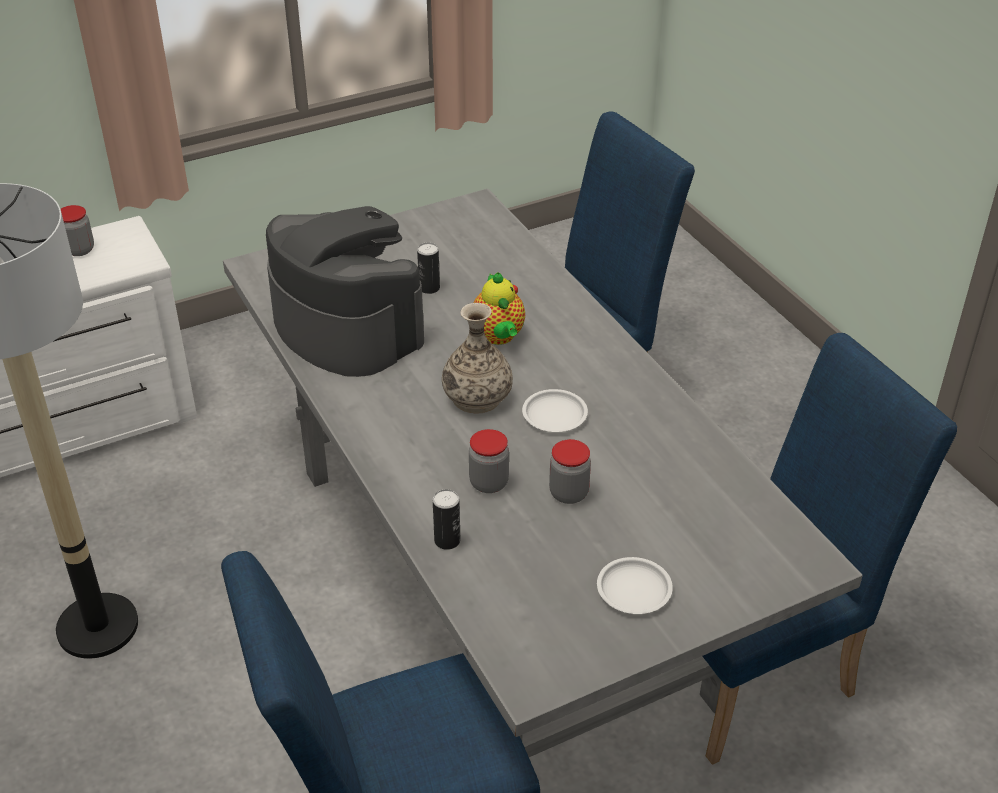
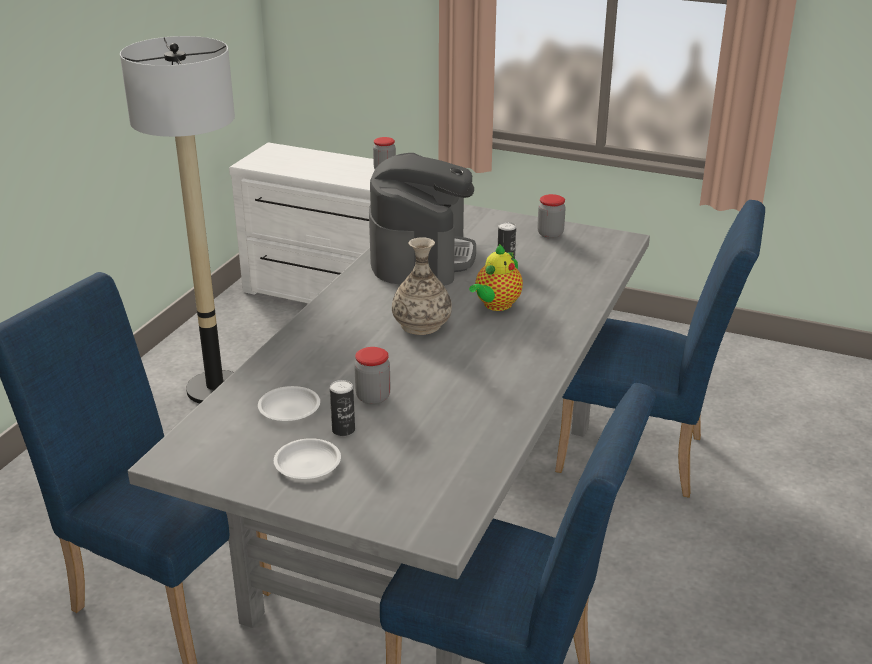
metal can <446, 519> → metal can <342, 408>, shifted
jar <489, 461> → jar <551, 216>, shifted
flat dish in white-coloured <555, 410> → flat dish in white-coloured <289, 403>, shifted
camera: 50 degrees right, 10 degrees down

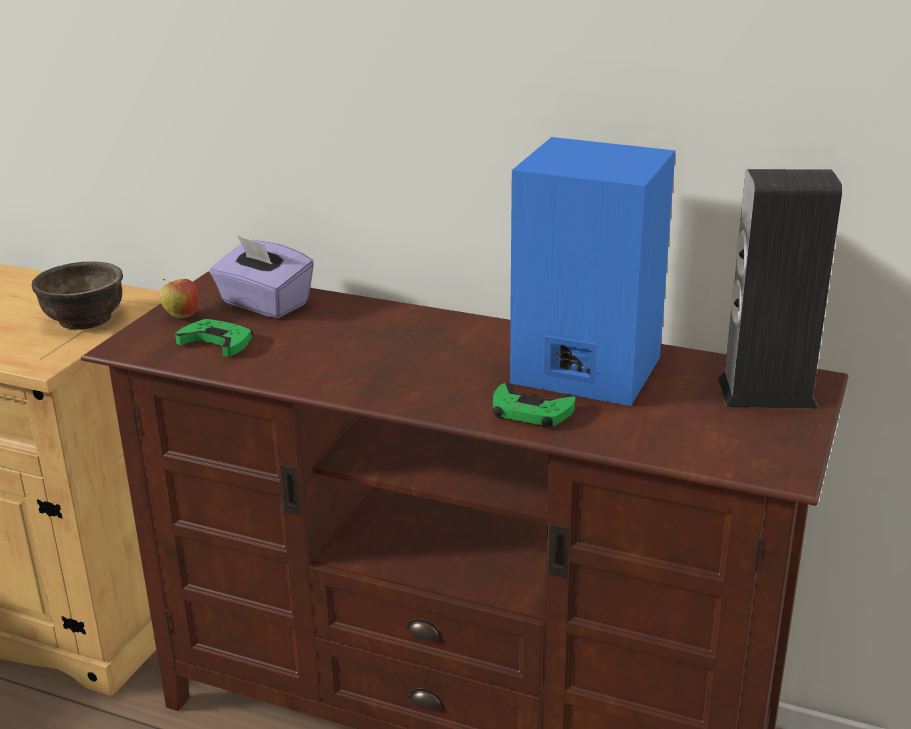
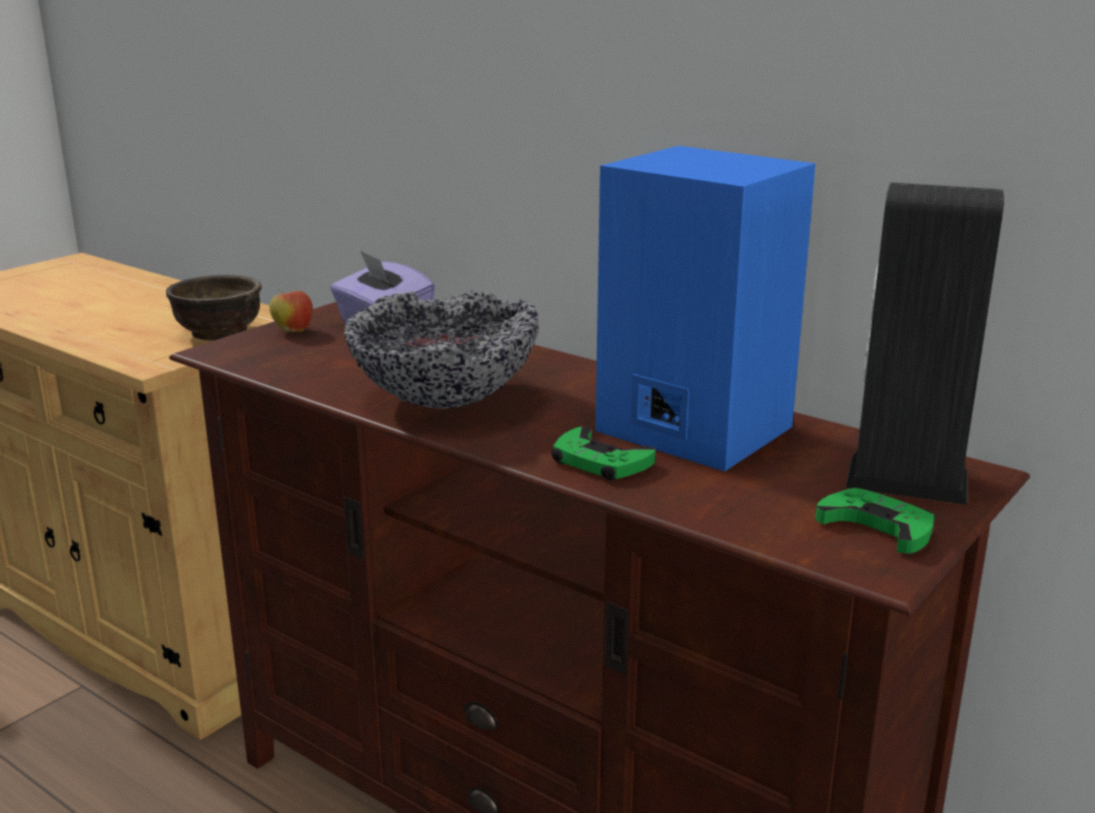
- → bowl <441, 349>
gamepad in green-coloured <214, 337> → gamepad in green-coloured <875, 521>, shifted
camera: 15 degrees right, 5 degrees down

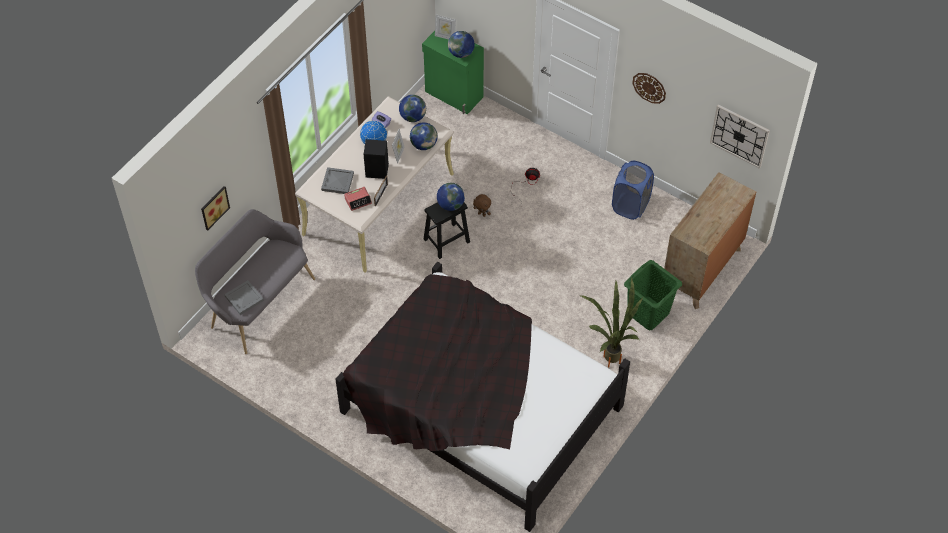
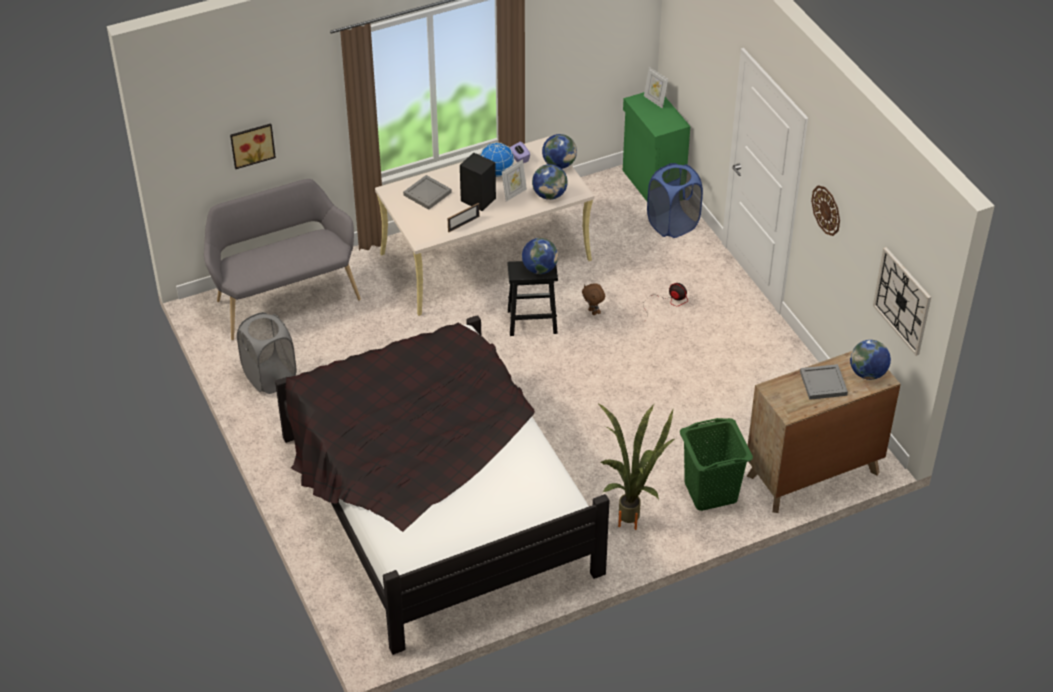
alarm clock <358, 199> → -
- → hamper in grey <266, 353>
tray in grey <244, 297> → tray in grey <824, 382>, shifted
desk globe <461, 44> → desk globe <870, 360>, shifted
hamper in bluish <633, 190> → hamper in bluish <675, 200>, shifted
camera: 30 degrees right, 10 degrees down

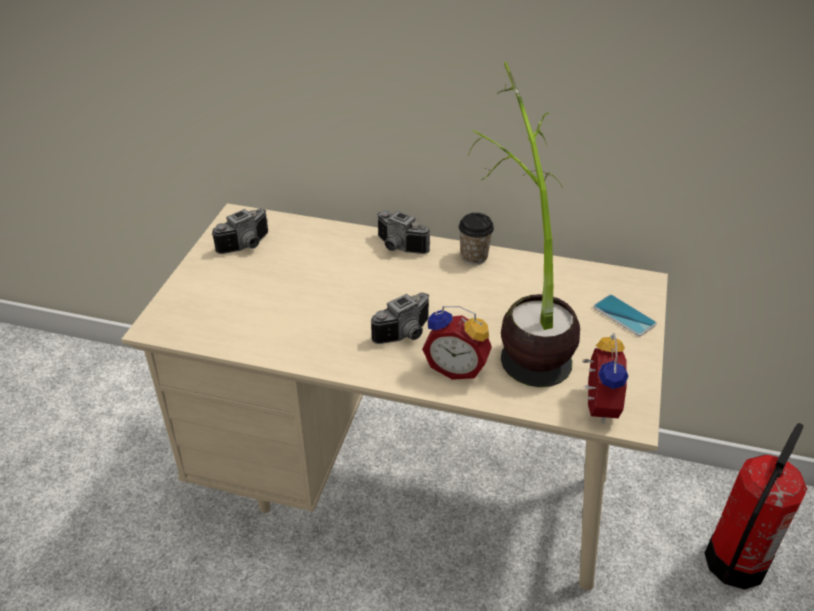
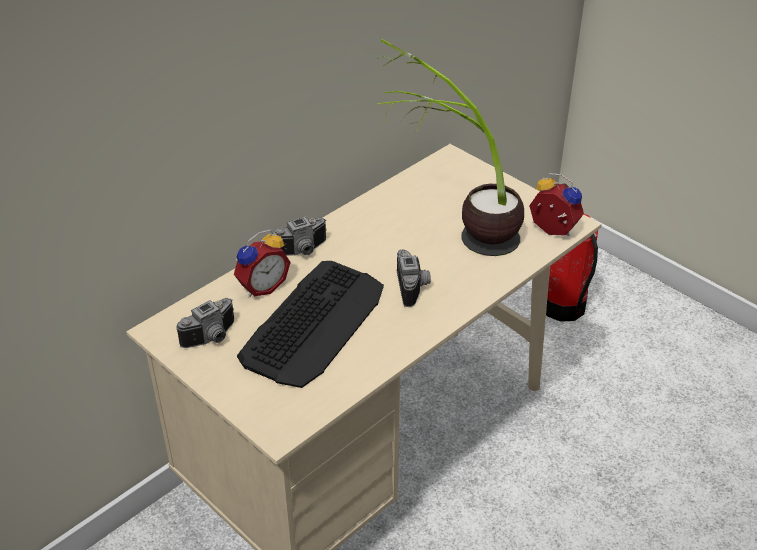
cup <476, 239> → -
handset <625, 315> → -
- → PC keyboard <310, 324>
alarm clock <457, 343> → alarm clock <262, 263>, shifted
photo camera <240, 231> → photo camera <205, 323>, 60 degrees clockwise
camera: 60 degrees left, 0 degrees up

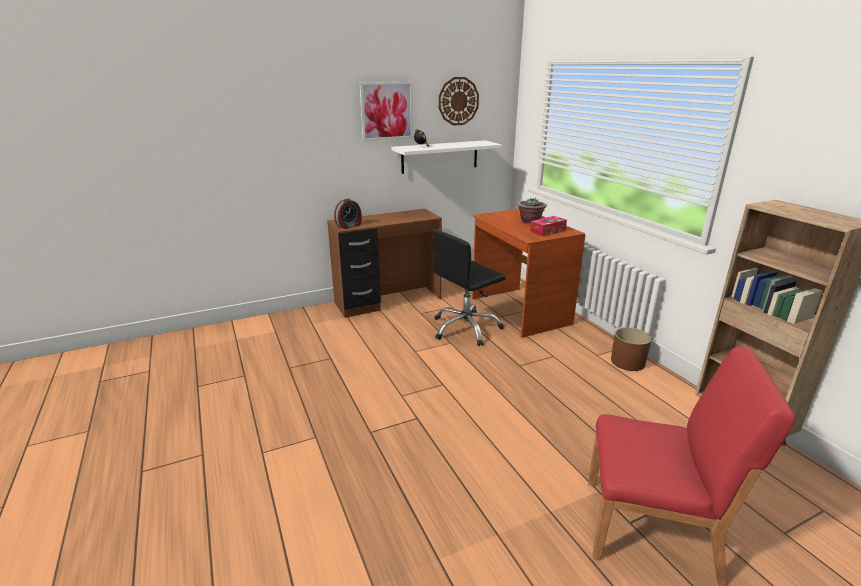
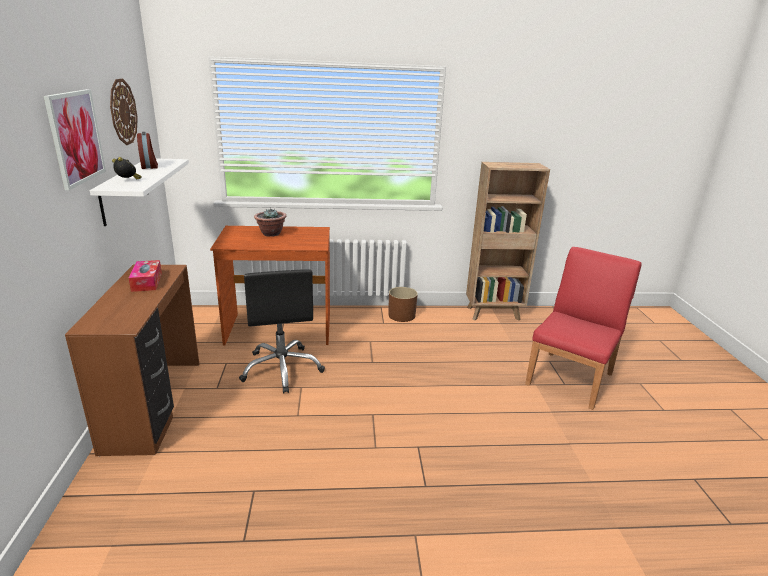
alarm clock <348, 214> → alarm clock <147, 150>, shifted
tissue box <548, 226> → tissue box <145, 276>, shifted
camera: 70 degrees left, 0 degrees up

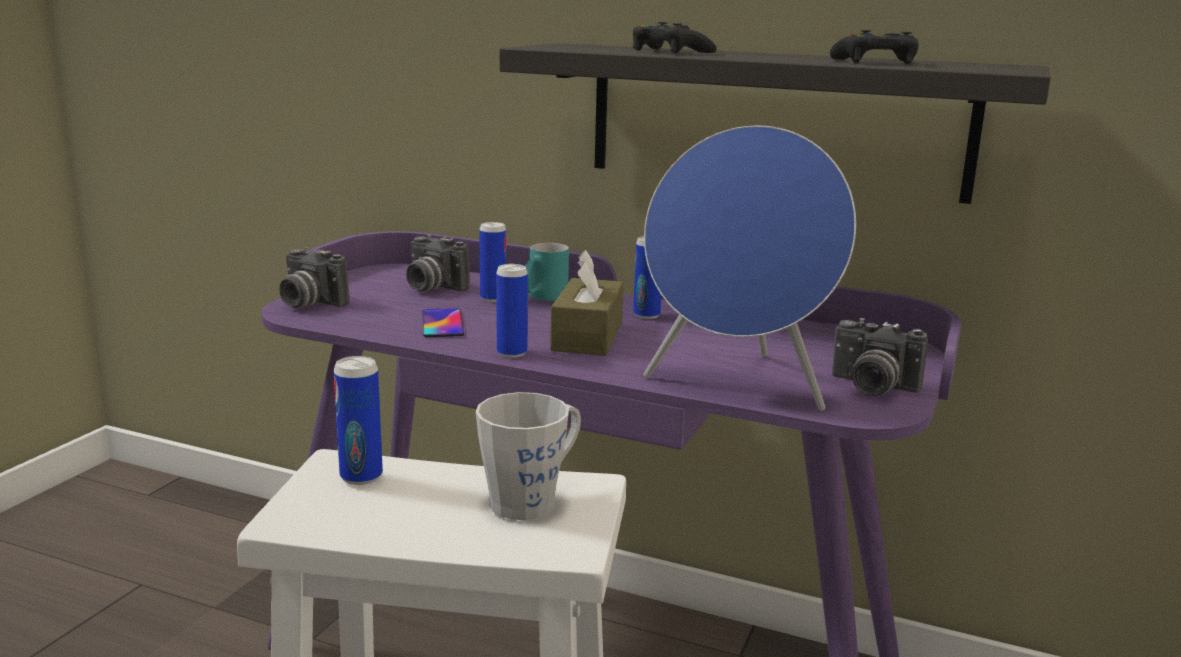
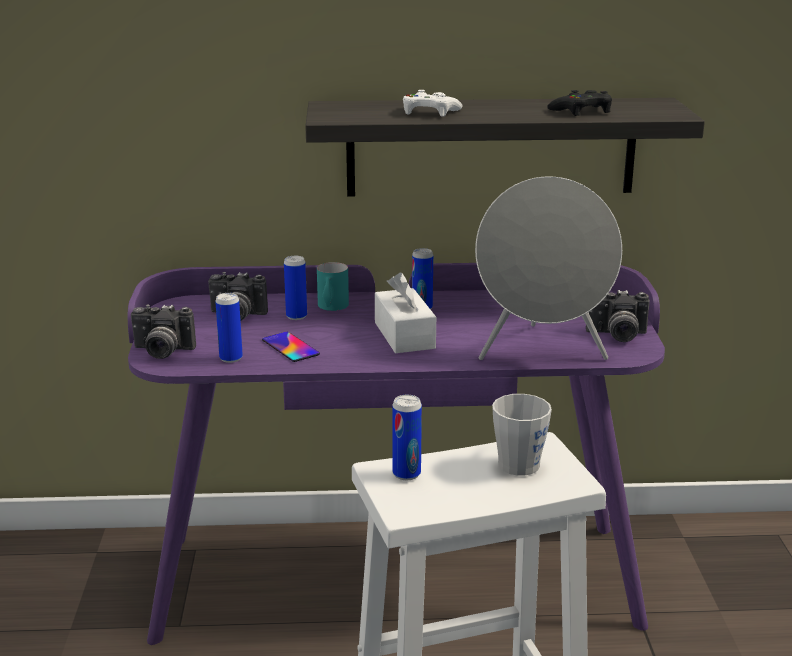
metal can <512, 311> → metal can <229, 328>, shifted
tissue box in brown-coloured <587, 303> → tissue box in white-coloured <405, 312>
gamepad in black <675, 37> → gamepad in white-coloured <433, 103>
speaker in bluish <750, 268> → speaker in grey <548, 268>
camera: 25 degrees left, 5 degrees up

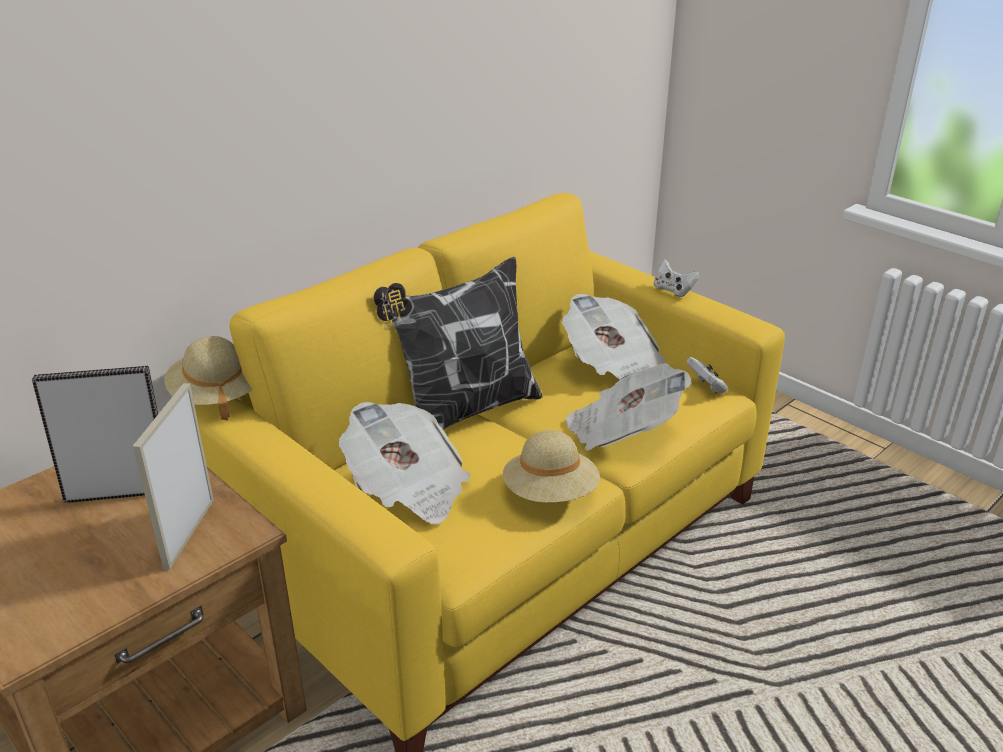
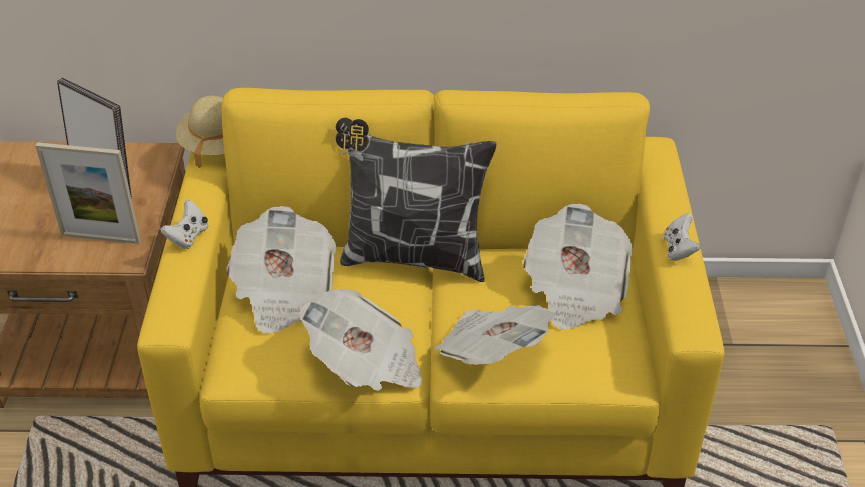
gamepad in white-coloured <707, 375> → gamepad in white-coloured <184, 224>, shifted
hat in sand-coloured <551, 466> → newspaper <361, 340>
picture frame <173, 476> → picture frame <88, 193>, 135 degrees counterclockwise
camera: 45 degrees right, 10 degrees up

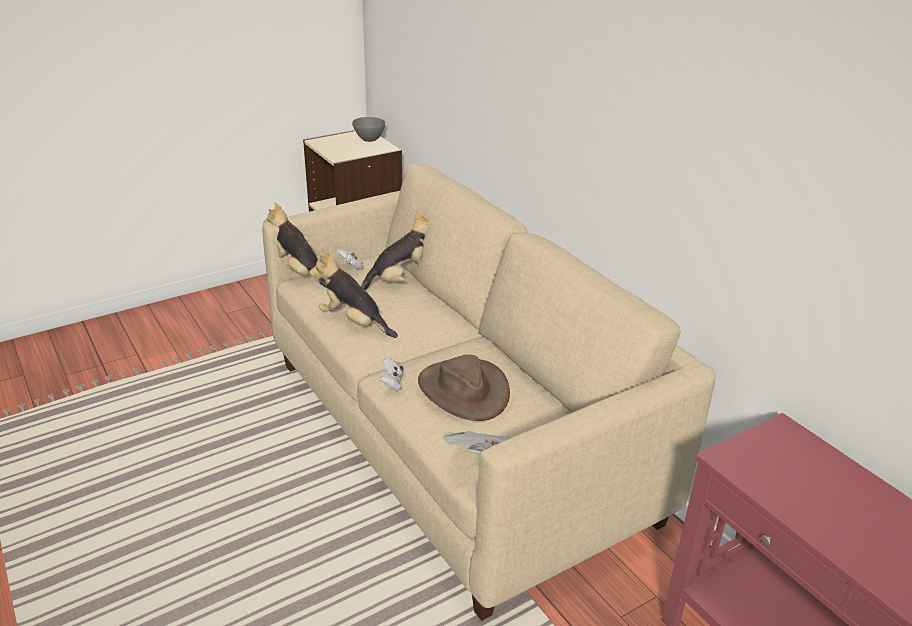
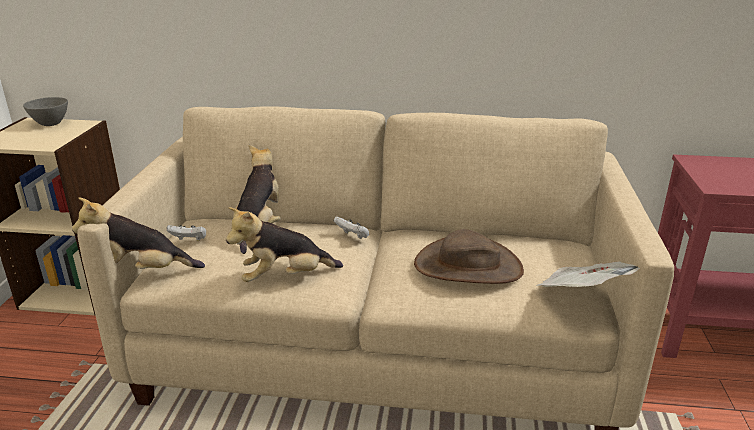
gamepad in white-coloured <391, 374> → gamepad in white-coloured <351, 227>, shifted
camera: 50 degrees left, 5 degrees down

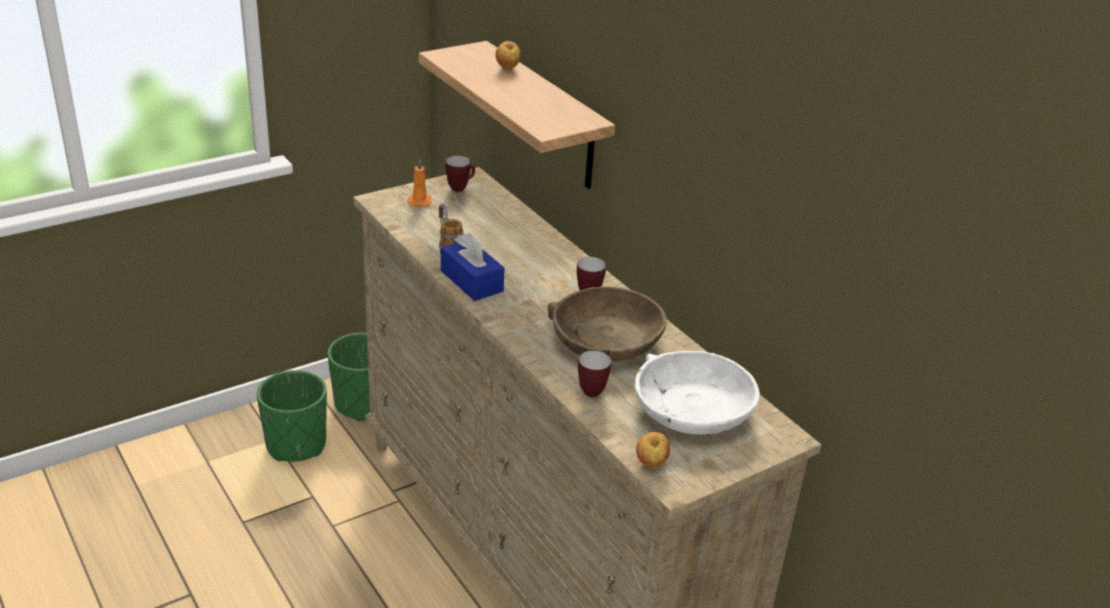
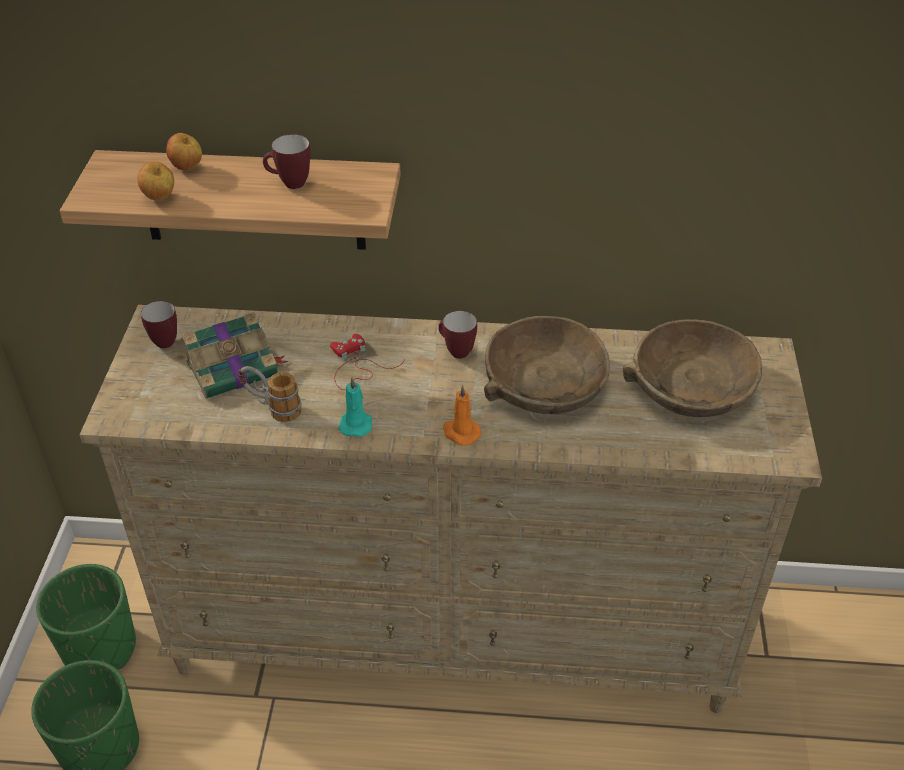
- → book <235, 355>
- → gamepad in red <367, 362>
wax candle in orange-coloured <419, 183> → wax candle in orange-coloured <462, 415>, shifted
mug <594, 374> → mug <287, 161>, shifted
apple <653, 449> → apple <156, 180>, shifted
tissue box in bluish <473, 267> → wax candle in turquoise-coloured <355, 407>
bowl in white-coloured <697, 393> → bowl in brown-coloured <692, 368>
camera: 50 degrees left, 10 degrees up

